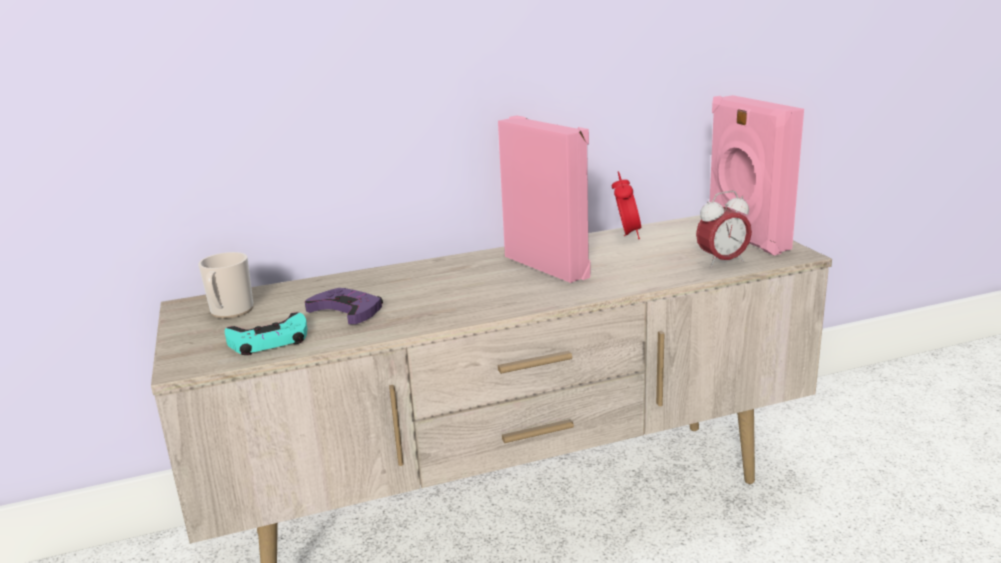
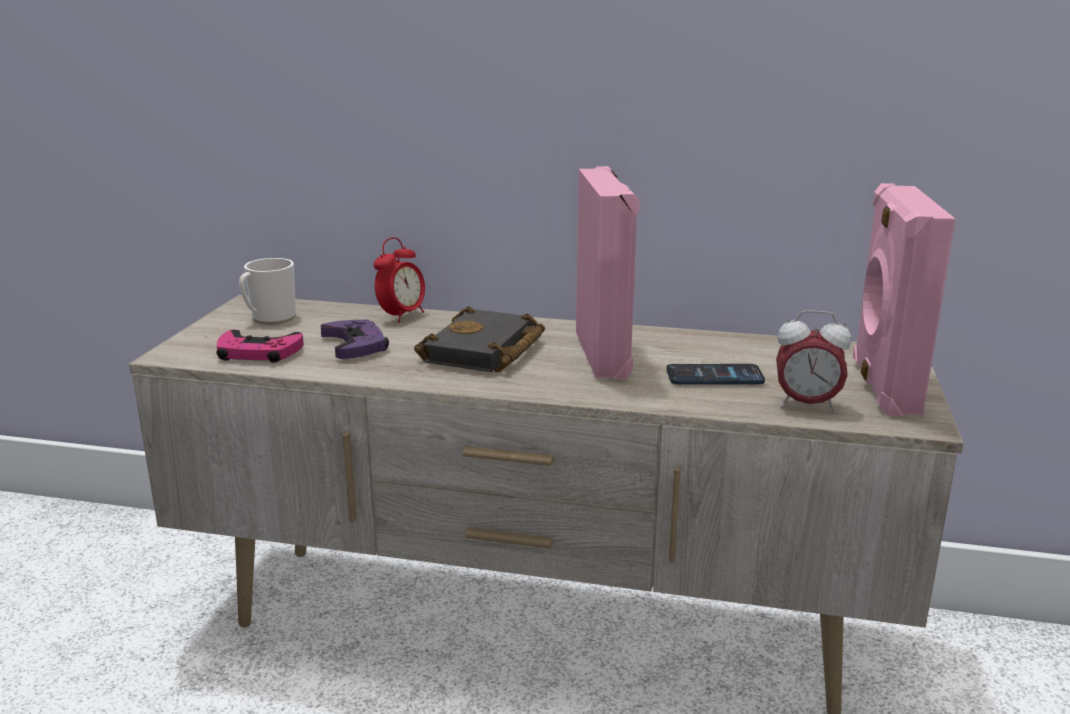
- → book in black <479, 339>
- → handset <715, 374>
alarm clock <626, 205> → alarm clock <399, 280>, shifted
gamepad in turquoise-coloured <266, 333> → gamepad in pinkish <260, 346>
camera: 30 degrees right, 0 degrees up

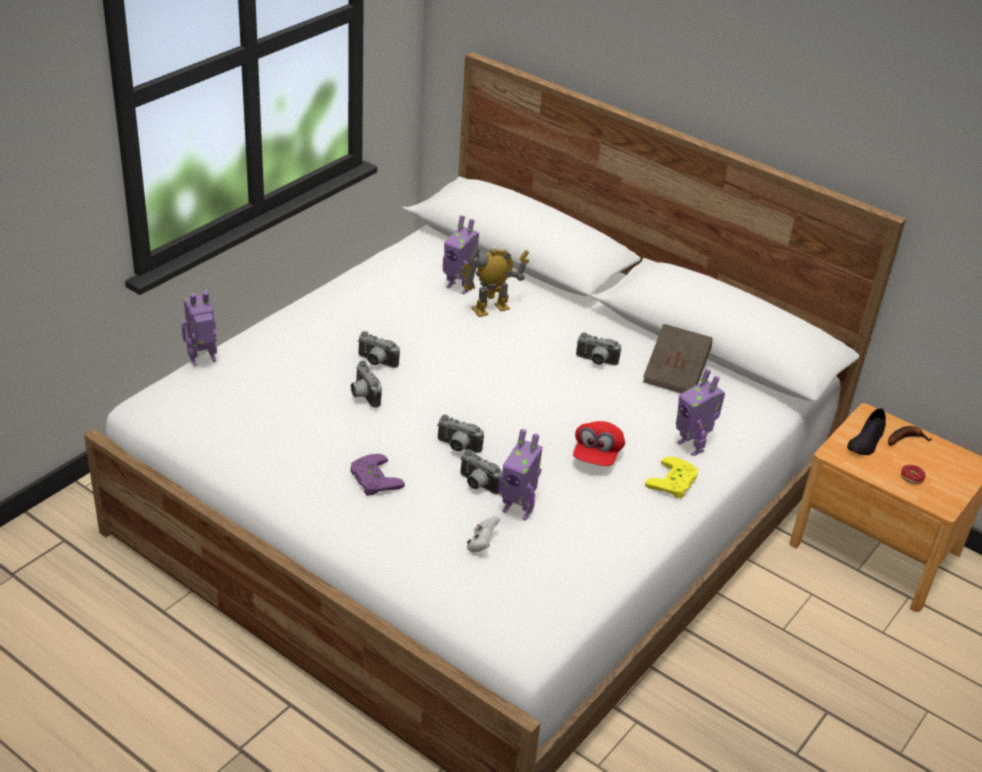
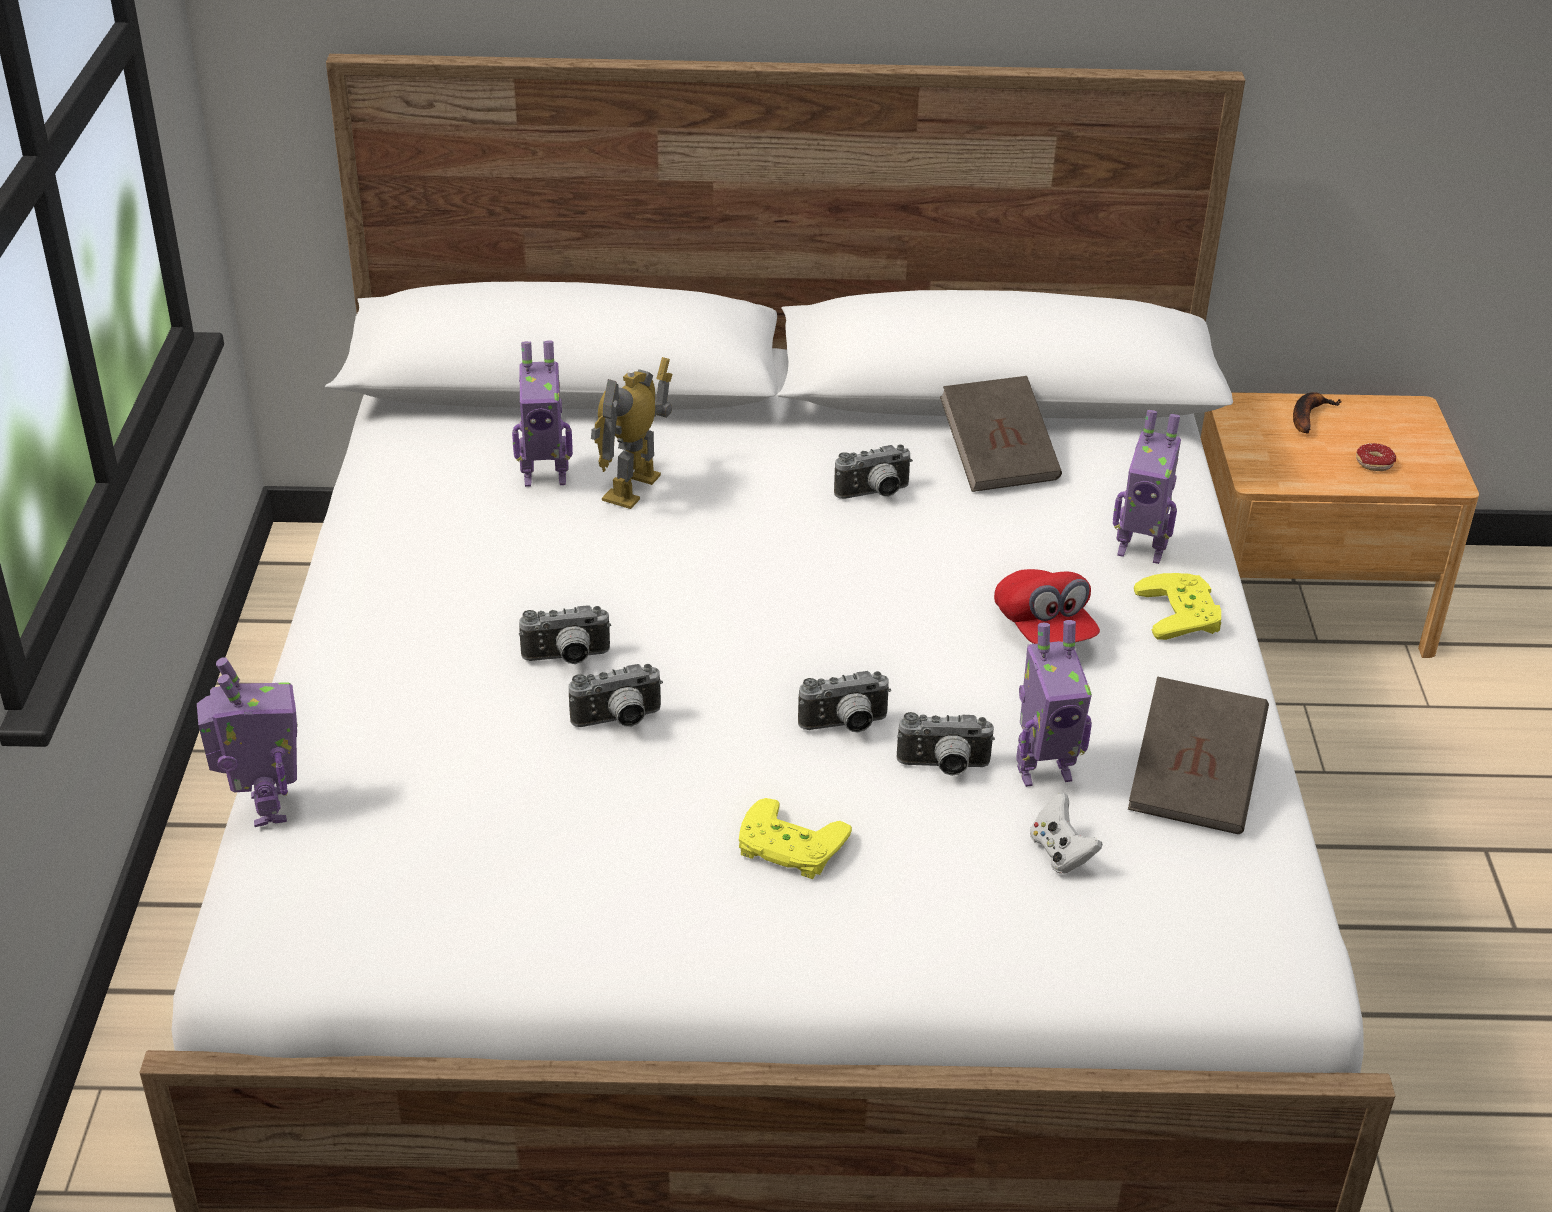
low shoe in black <866, 431> → -
- → book in brown-coloured <1198, 755>
gamepad in purple-coloured <378, 475> → gamepad in yellowish <795, 838>
model robot <199, 328> → model robot <247, 742>, 135 degrees clockwise
photo camera <366, 384> → photo camera <616, 695>, 45 degrees counterclockwise
camera: 35 degrees left, 0 degrees up

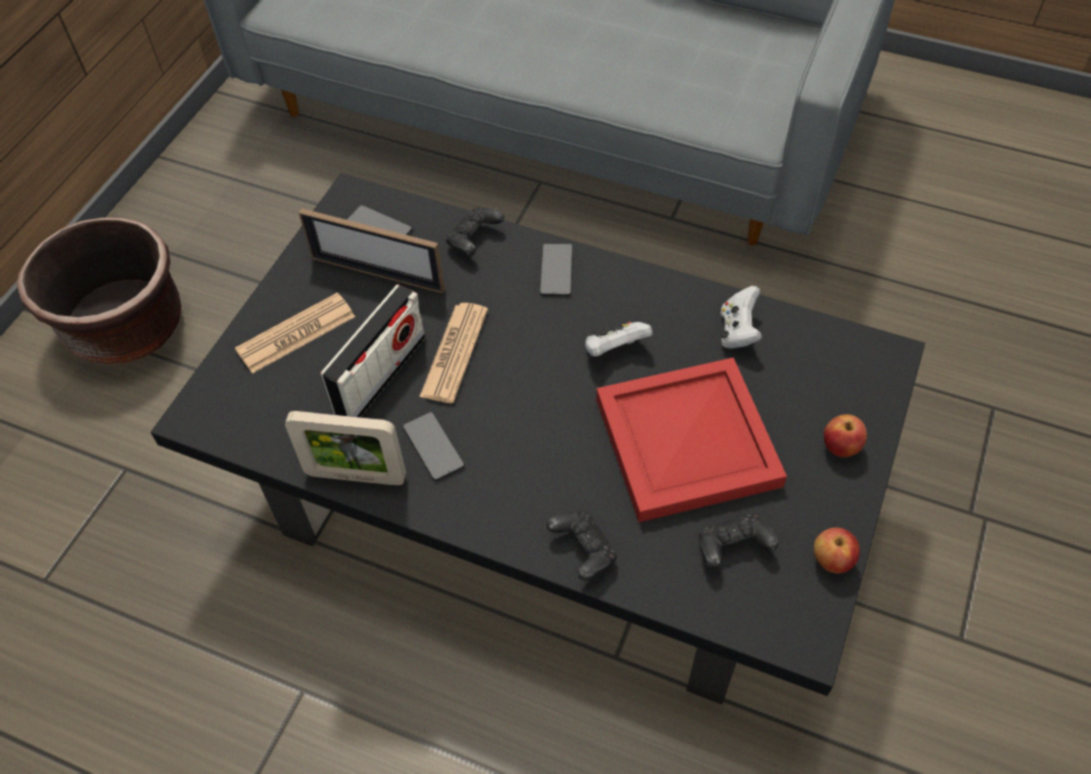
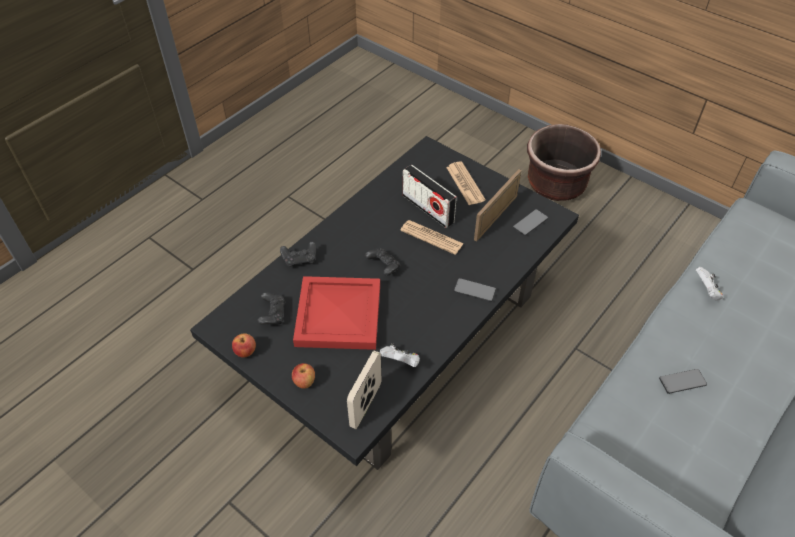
picture frame <345, 448> → picture frame <364, 390>, shifted
handset <434, 446> → handset <683, 381>, shifted
gamepad in black <475, 231> → gamepad in black <382, 262>, shifted
gamepad in white-coloured <618, 339> → gamepad in white-coloured <709, 284>, shifted
camera: 105 degrees right, 5 degrees down

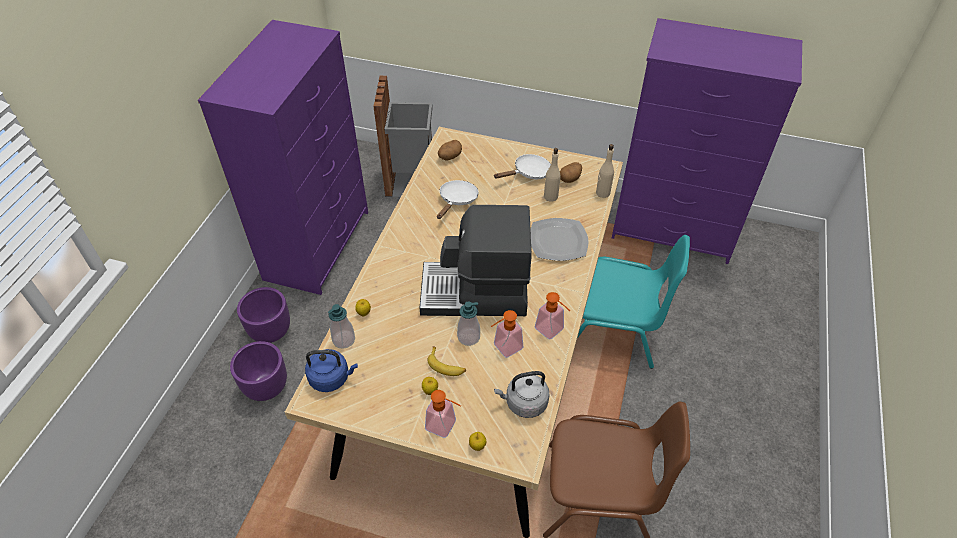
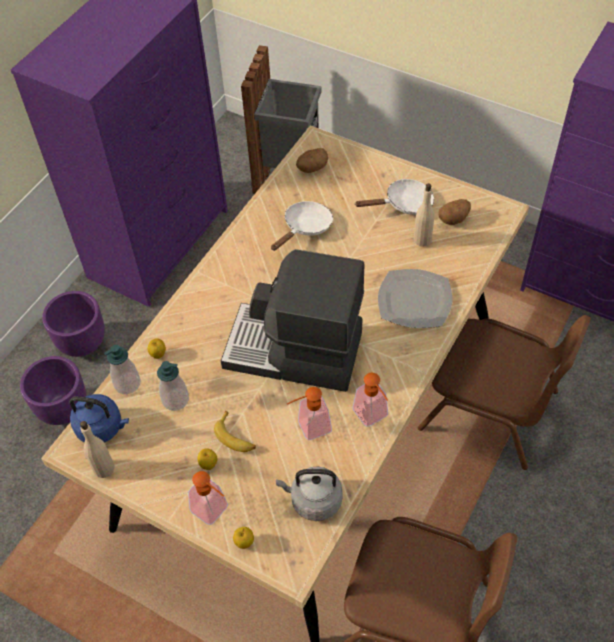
soap bottle <468, 323> → soap bottle <173, 386>, shifted
bottle in sand-coloured <605, 171> → bottle in sand-coloured <97, 449>, shifted
upright chair in turquoise-coloured <634, 302> → upright chair in brown-coloured <504, 392>
camera: 15 degrees right, 5 degrees up

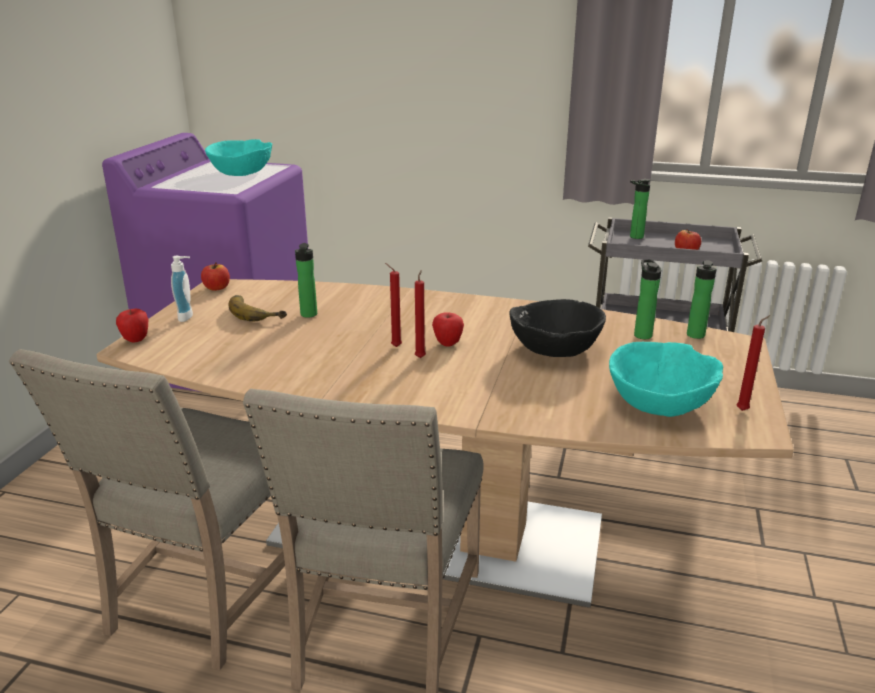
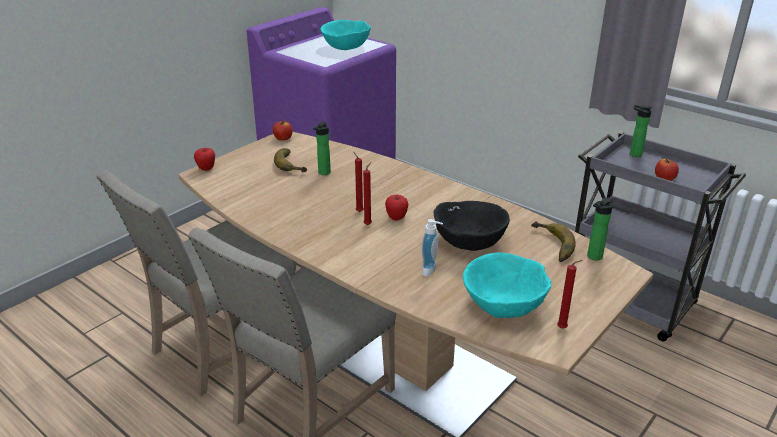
soap bottle <182, 289> → soap bottle <432, 247>, shifted
bottle <647, 299> → banana <553, 241>
camera: 25 degrees right, 5 degrees up

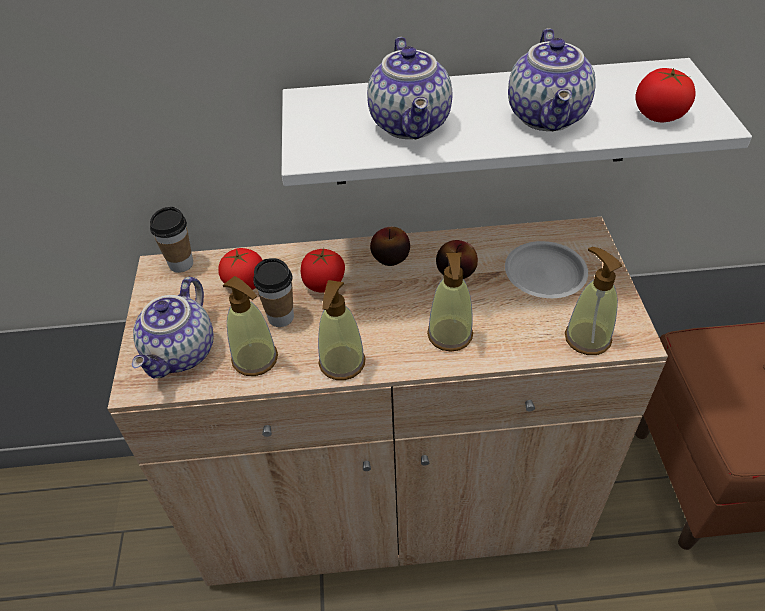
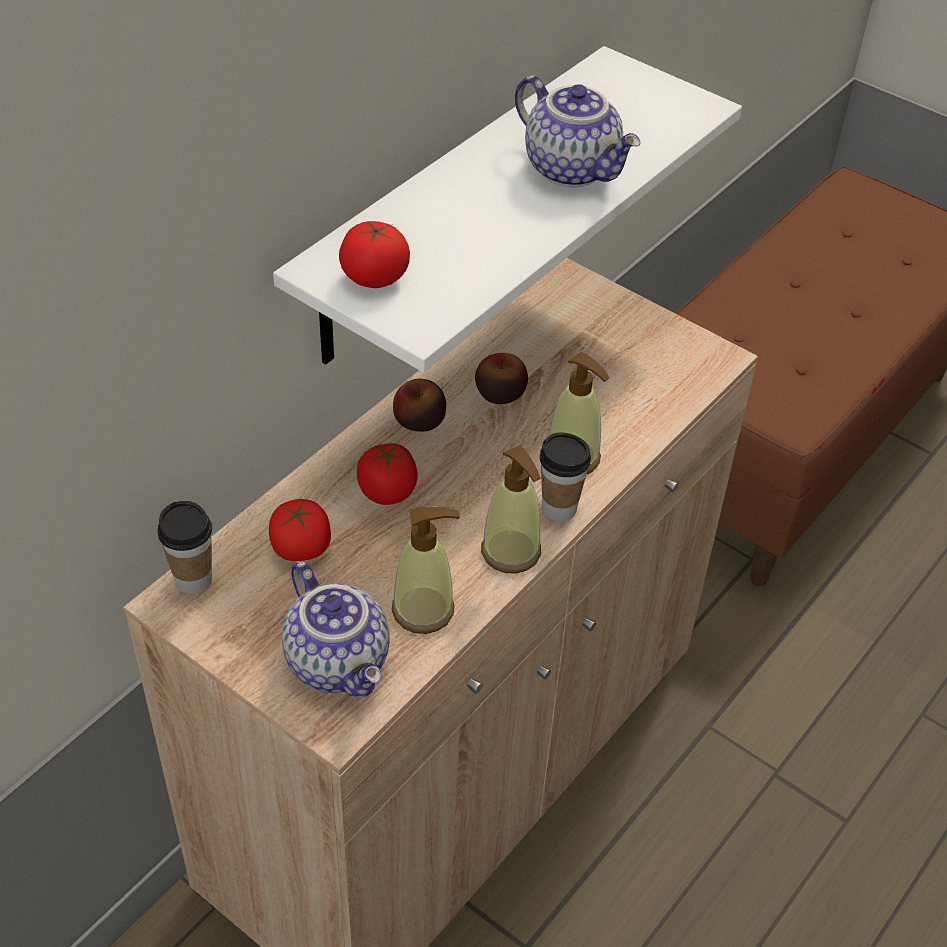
pot for tea <409, 88> → -
flat dish in white-coloured <546, 269> → -
soap bottle <594, 301> → -
cup <273, 292> → cup <565, 476>, shifted
fresh tomato <665, 95> → fresh tomato <374, 254>, shifted
camera: 50 degrees left, 0 degrees up

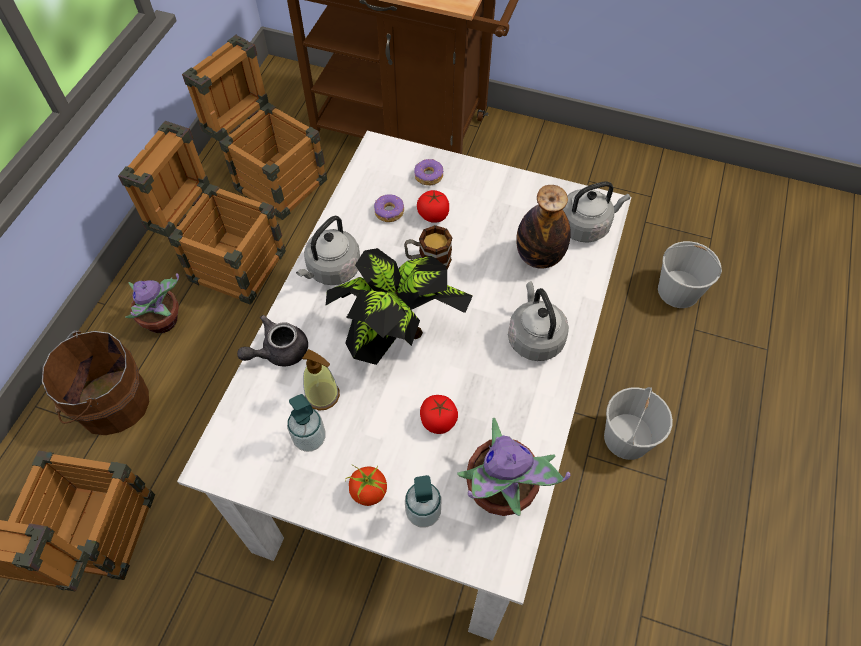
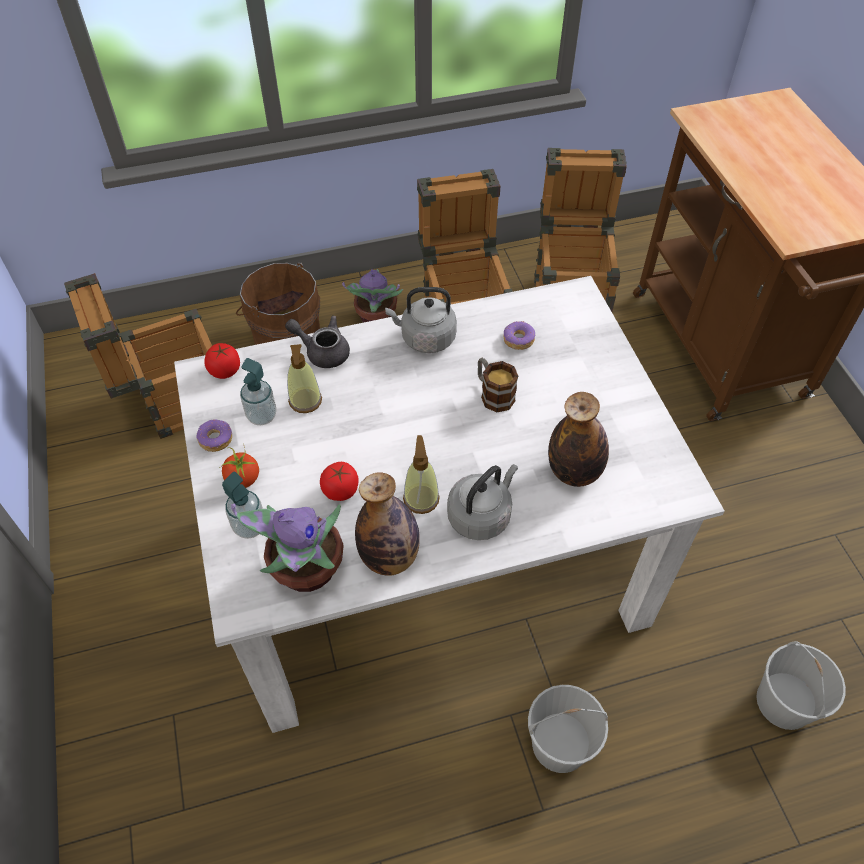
houseplant <399, 306> → -
kettle in grey <596, 212> → -
- → bottle <387, 524>
- → soap bottle <421, 474>
ring doughnut <428, 172> → ring doughnut <214, 435>, shifted
fresh tomato <433, 206> → fresh tomato <222, 361>, shifted
camera: 55 degrees right, 5 degrees down

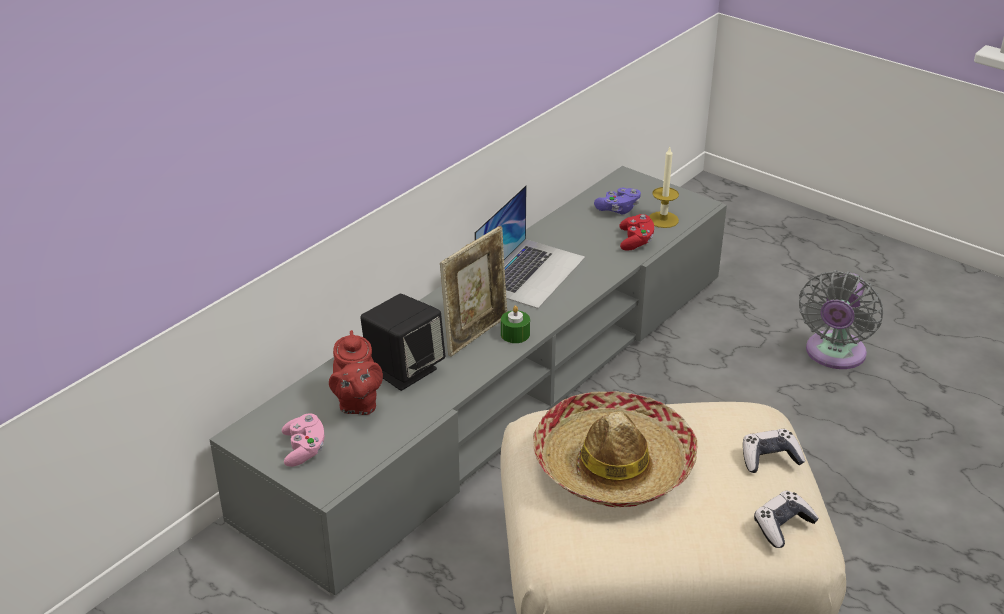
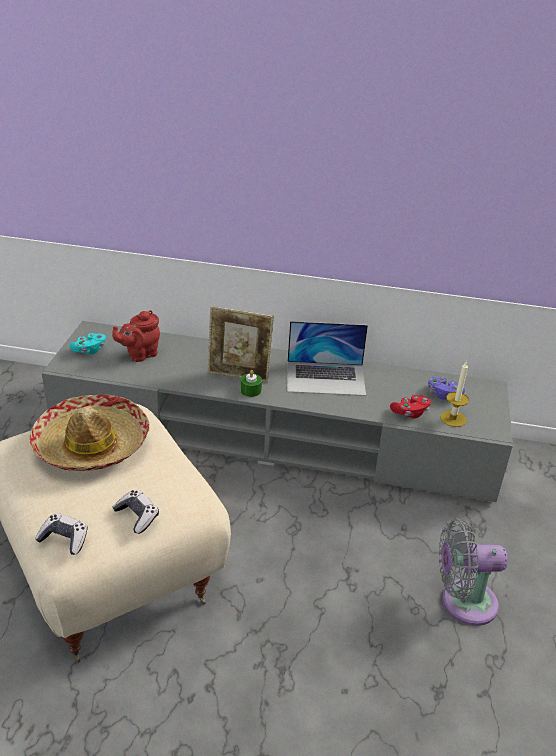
speaker in black <402, 342> → -
gamepad in pinkish <303, 440> → gamepad in turquoise-coloured <87, 344>
camera: 60 degrees right, 0 degrees up

